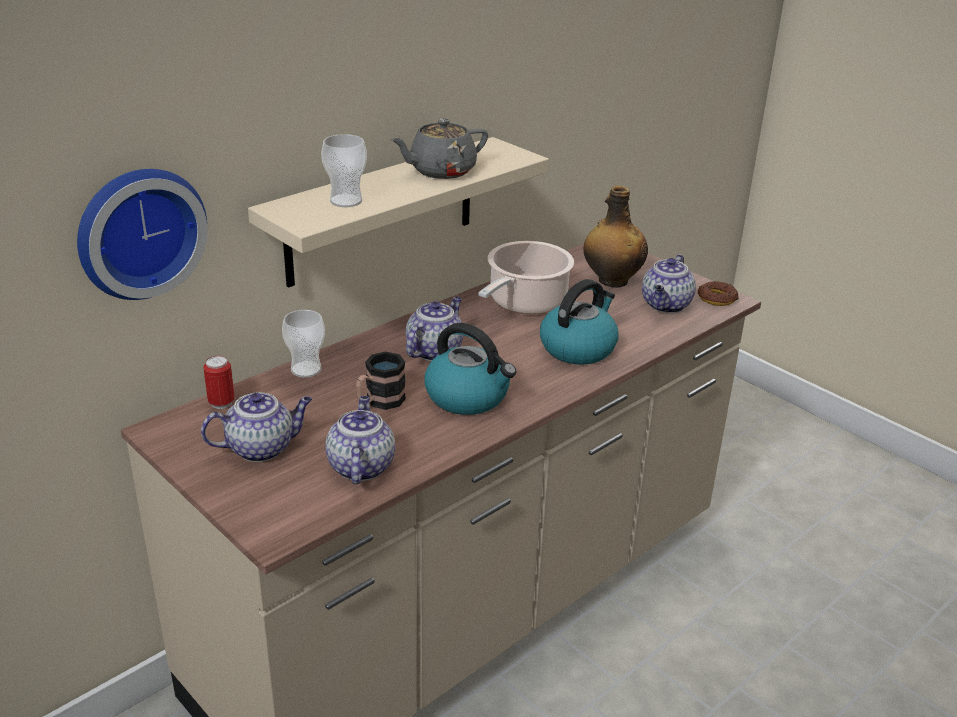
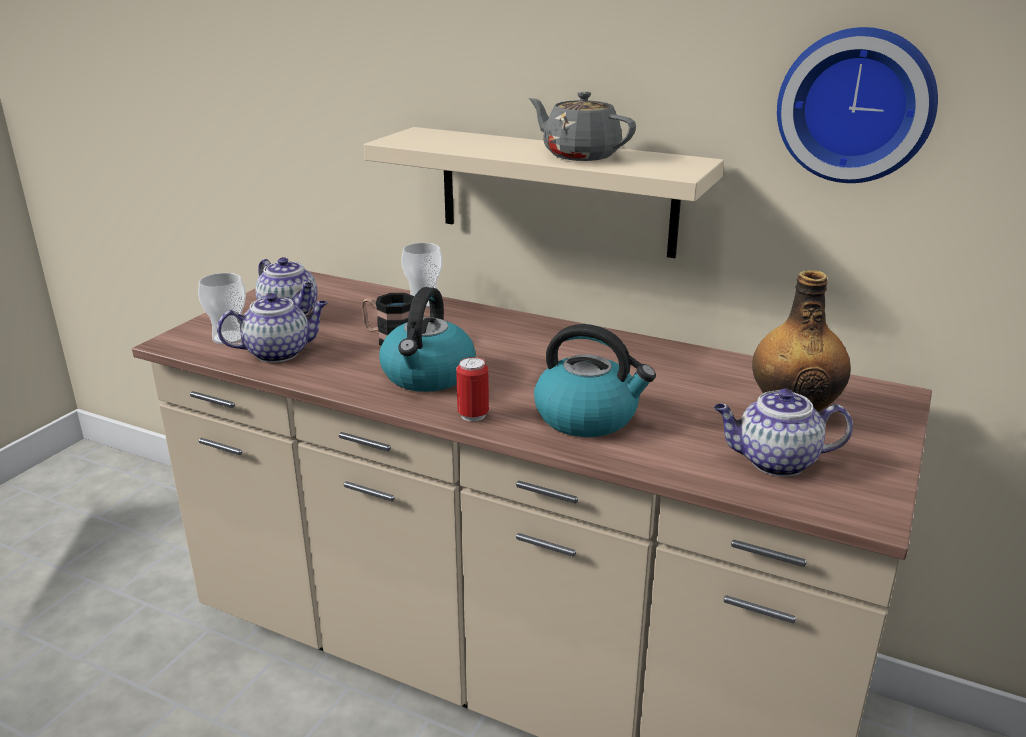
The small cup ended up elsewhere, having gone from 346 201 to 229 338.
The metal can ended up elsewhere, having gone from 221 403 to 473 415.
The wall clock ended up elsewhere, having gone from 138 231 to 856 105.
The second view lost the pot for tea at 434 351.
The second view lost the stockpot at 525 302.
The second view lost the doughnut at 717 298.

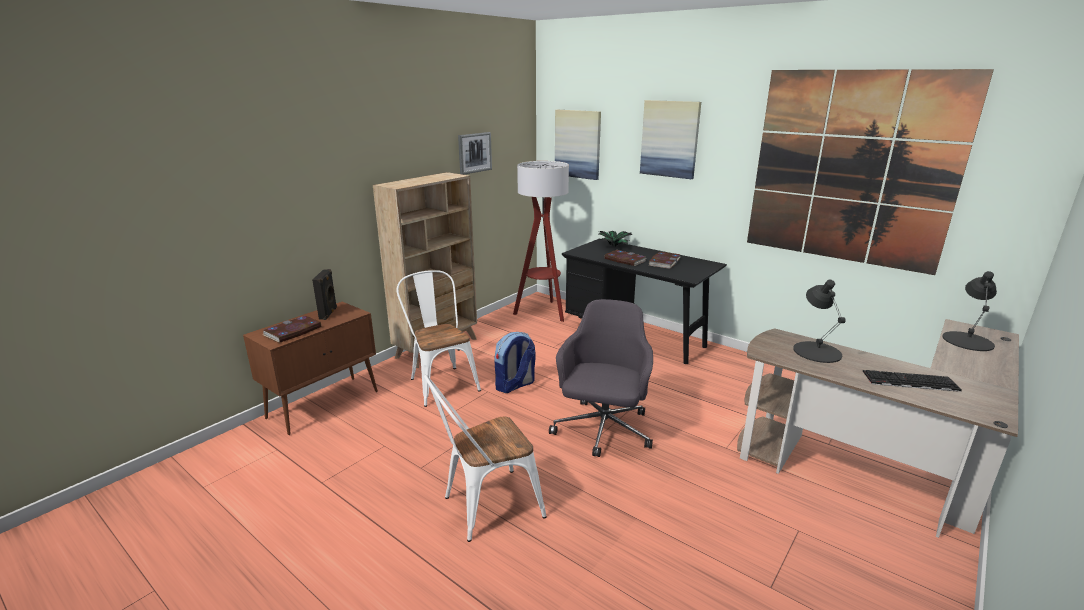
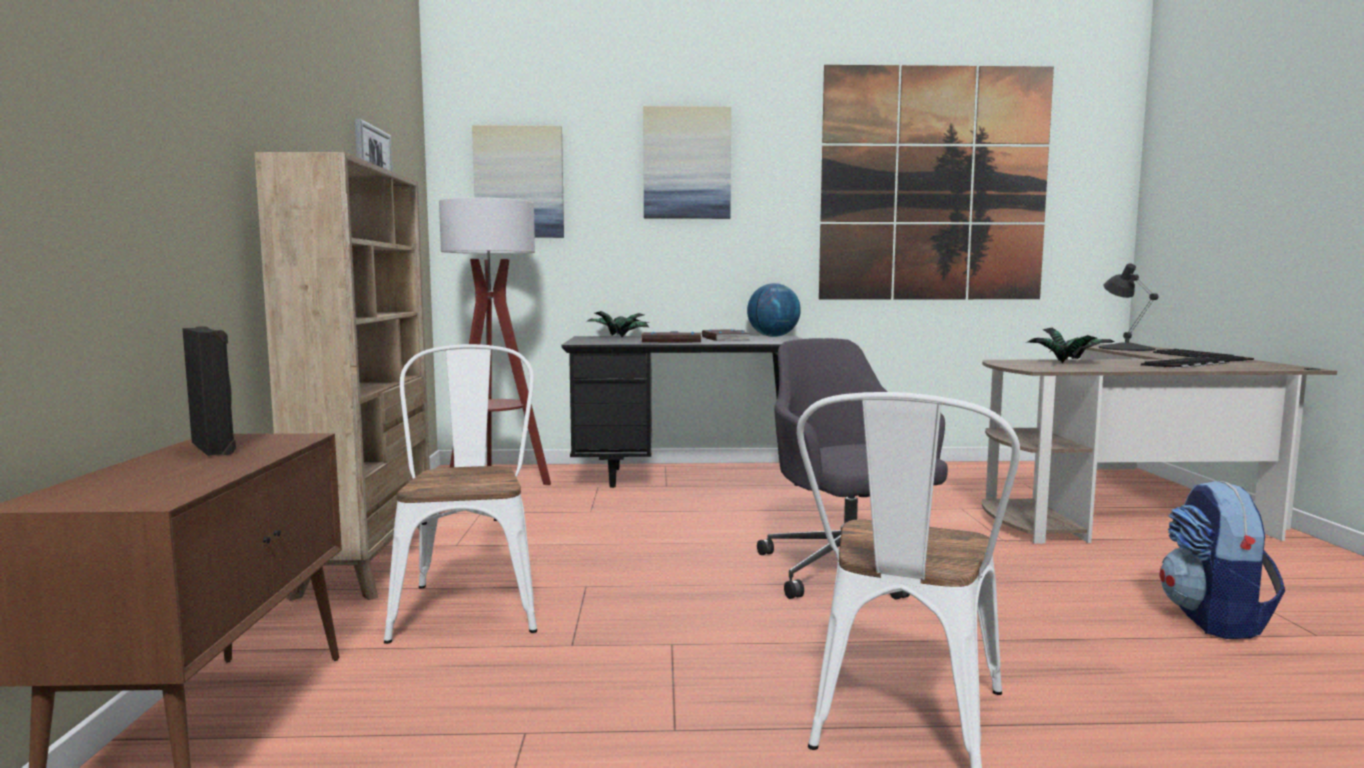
The whitish upright chair at 441 382 ended up facing another way, 60 degrees clockwise from before.
The second view gained the globe at 773 336.
Where the black-coloured lamp for a table stood at 817 351, the plant in a pot came to stand at 1069 363.
The second view gained the computer keyboard at 1202 356.
The backpack ended up elsewhere, having gone from 515 385 to 1214 620.
The second view lost the book at 293 331.

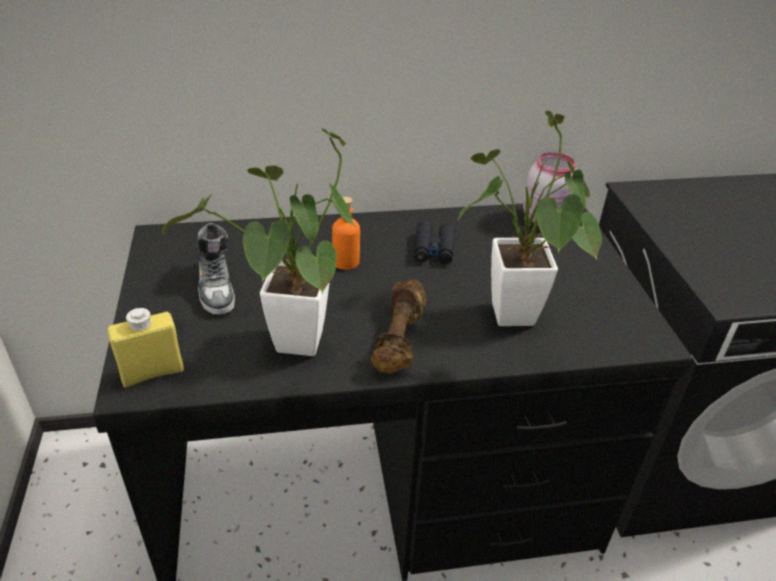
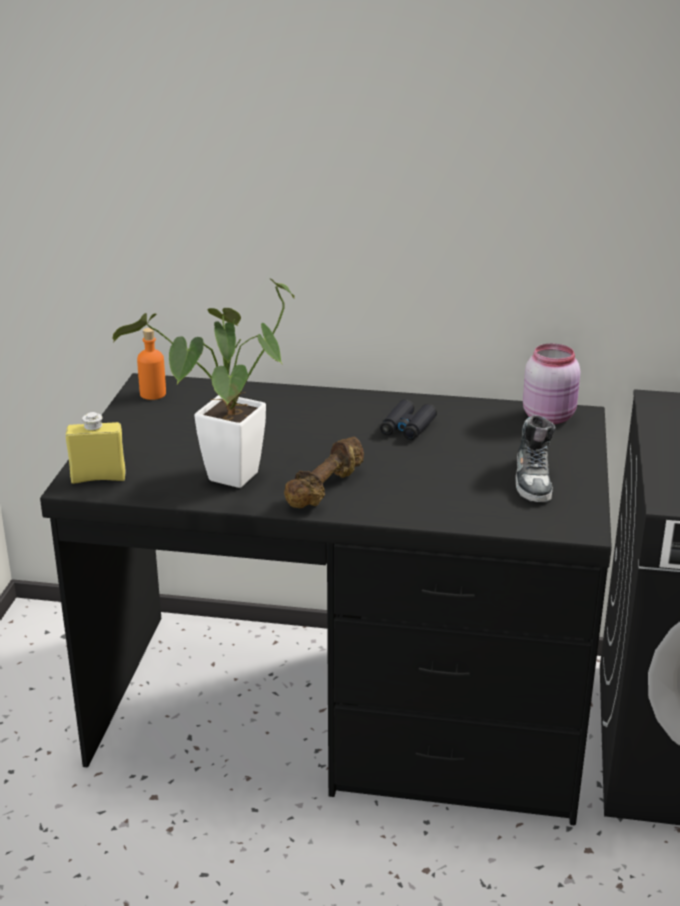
The orange beverage bottle ended up elsewhere, having gone from 346 262 to 153 394.
The low shoe ended up elsewhere, having gone from 217 287 to 533 480.
The second view lost the plant in a pot at 514 322.

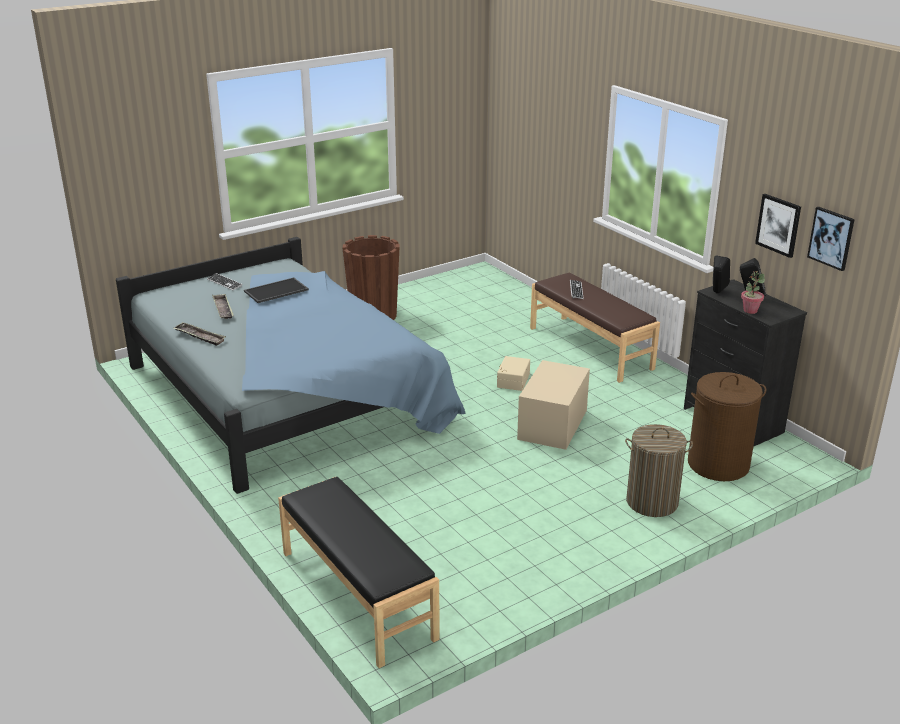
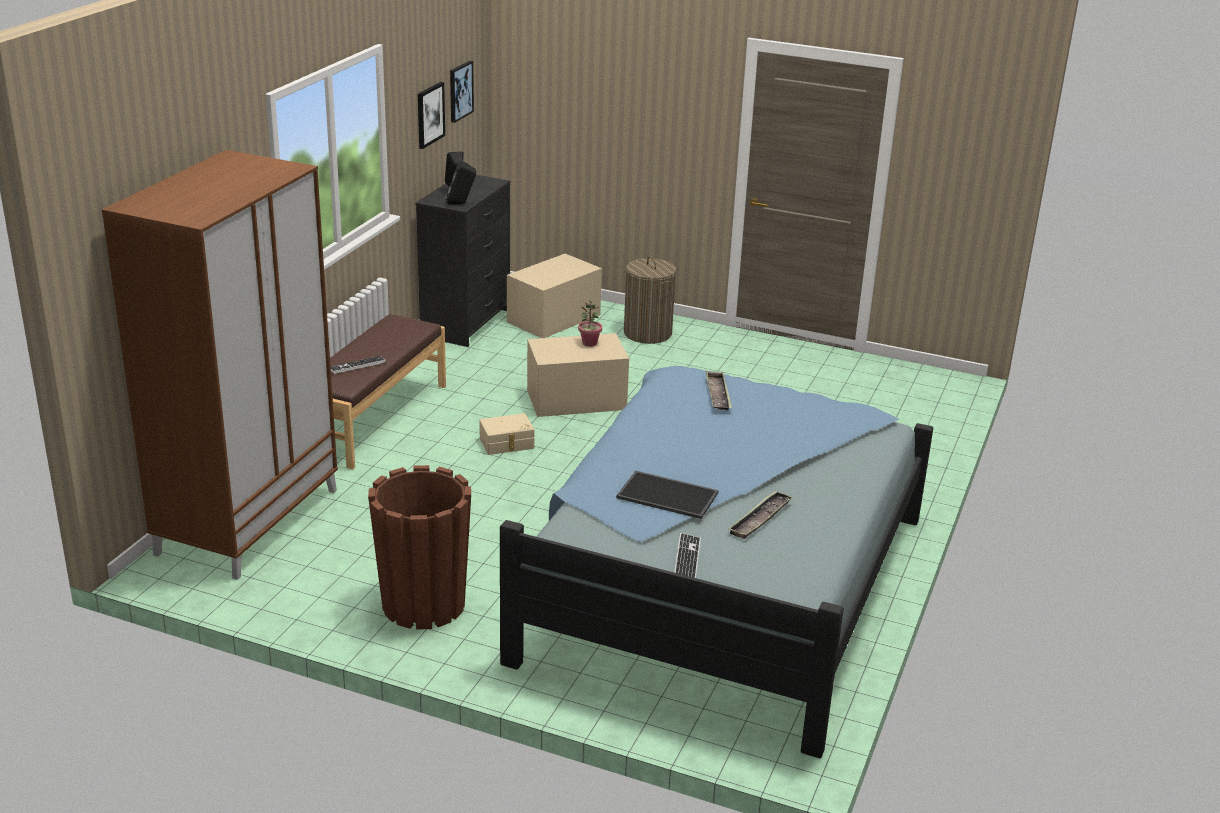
The second view gained the brown clothes cupboard at 248 521.
Where the brown laundry basket stood at 718 464, the beige storage bin came to stand at 553 318.
The plant in a pot ended up elsewhere, having gone from 750 310 to 589 343.
The carrying tray ended up elsewhere, having gone from 199 337 to 717 395.
The second view lost the black-coloured indoor bench at 356 595.

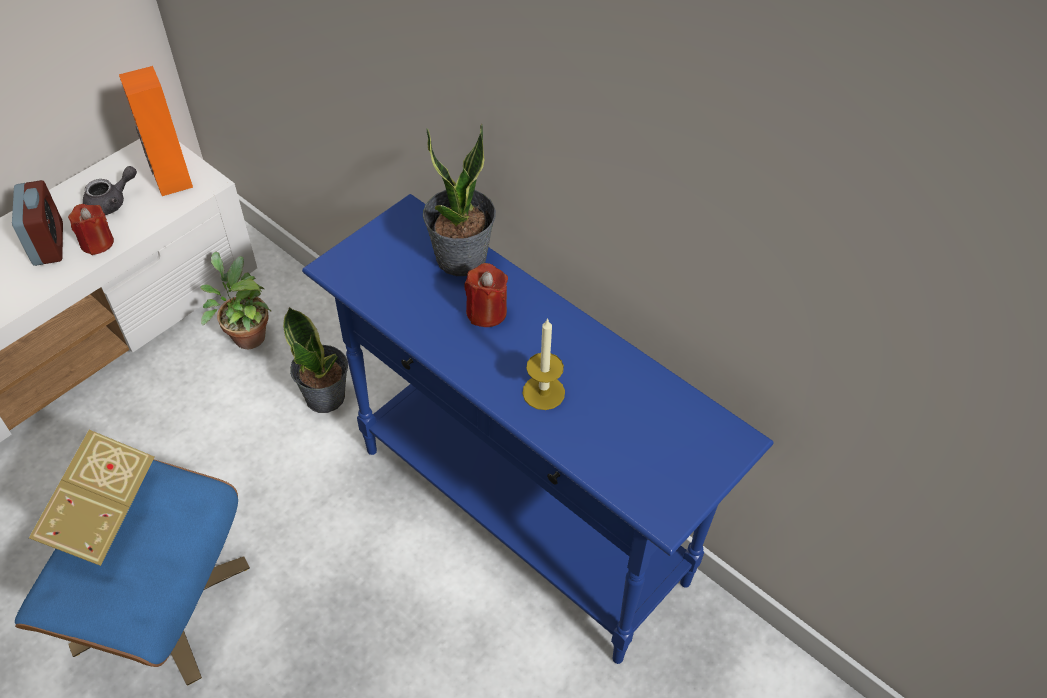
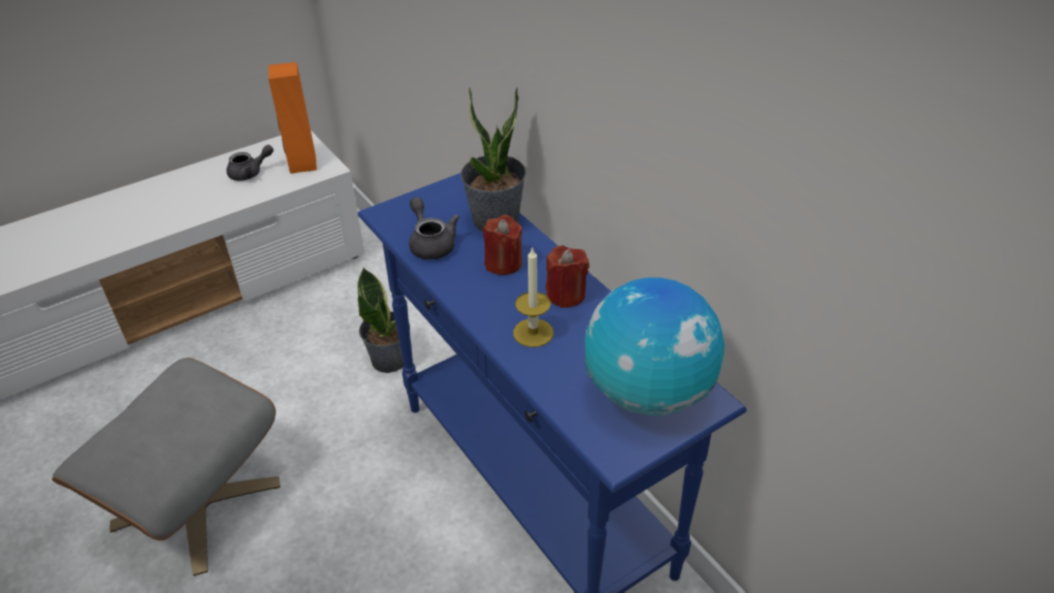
What was the blue footrest at 161 605 turned into the grey footrest at 196 504.
The second view gained the grey pot for tea at 431 243.
The red-coloured wax candle ended up elsewhere, having gone from 97 243 to 566 295.
The second view gained the globe at 648 393.
The second view lost the table clock at 48 244.
The second view lost the book at 102 514.
The second view lost the plant in a pot at 246 335.

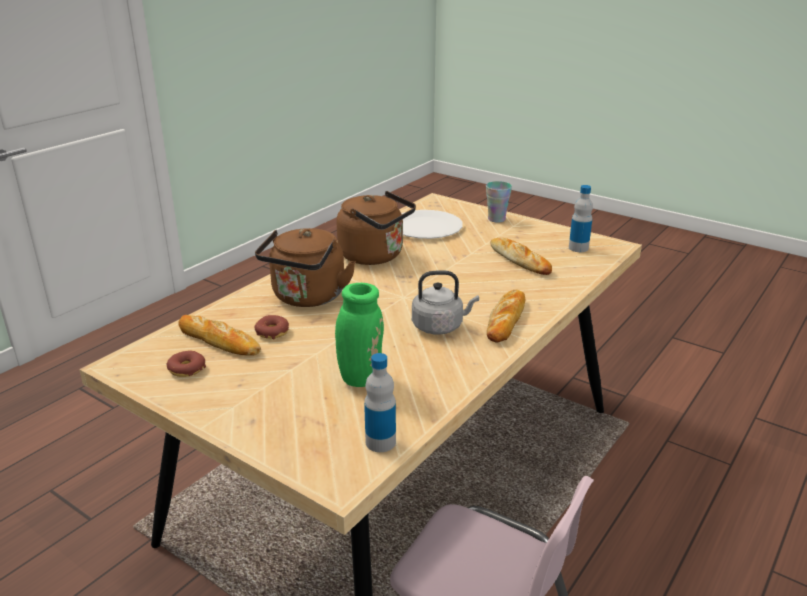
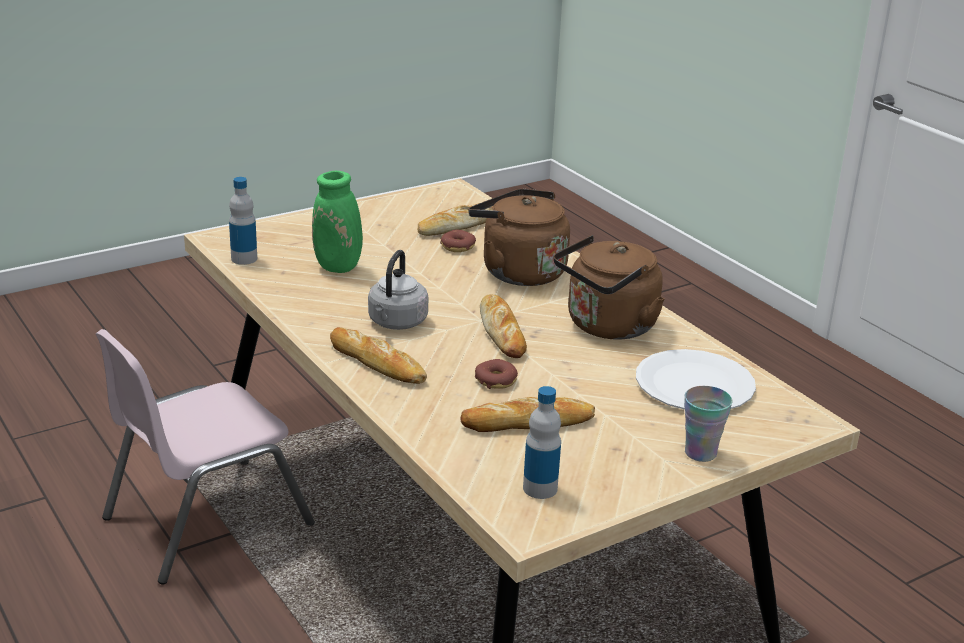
The doughnut ended up elsewhere, having gone from 186 369 to 496 380.
The second view gained the bakery bread at 502 331.

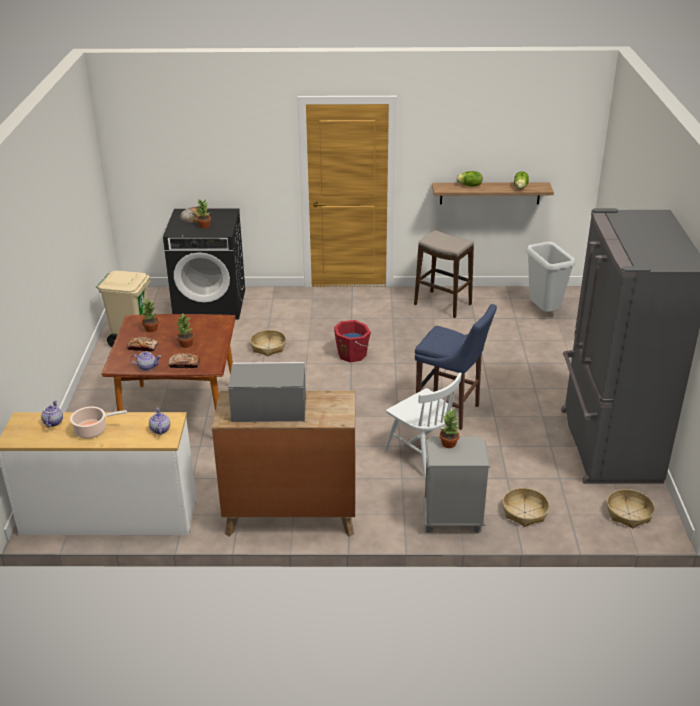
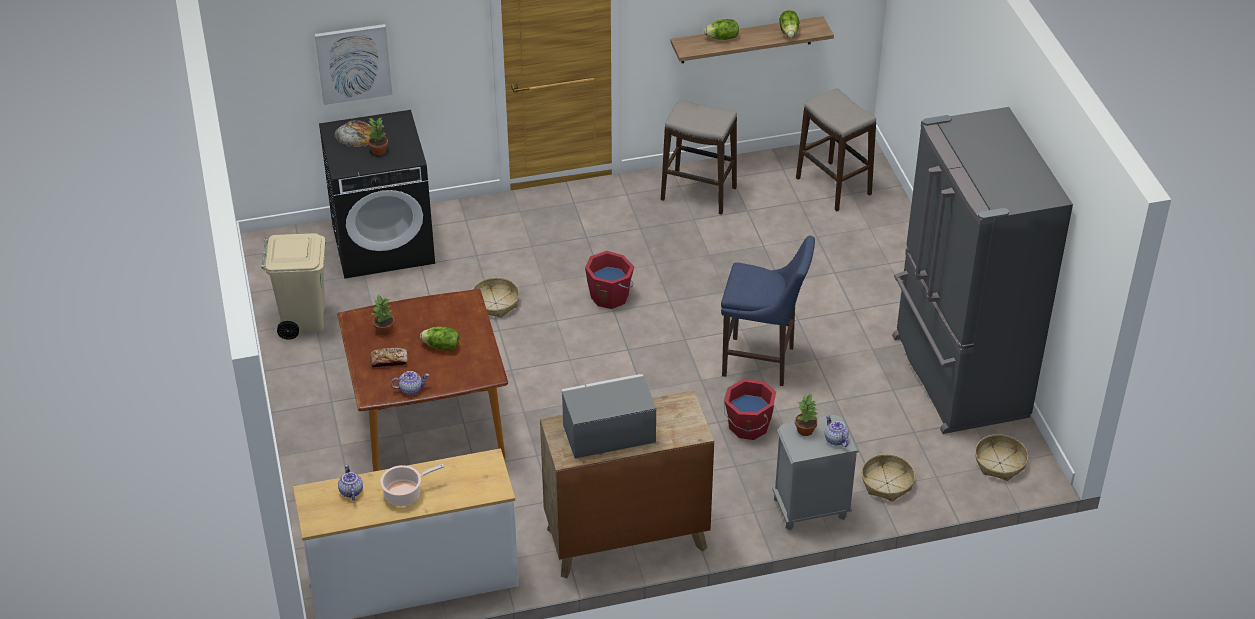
The second view gained the wall picture at 353 63.
Where the plant in a pot stood at 186 344, the lettuce head came to stand at 441 346.
Where the whitish upright chair stood at 422 452, the red-coloured water bucket came to stand at 748 426.
Where the grey rubbish bin stood at 544 312, the stool seat came to stand at 833 186.
The pot for tea ended up elsewhere, having gone from 160 429 to 835 439.
The second view lost the bakery bread at 184 364.

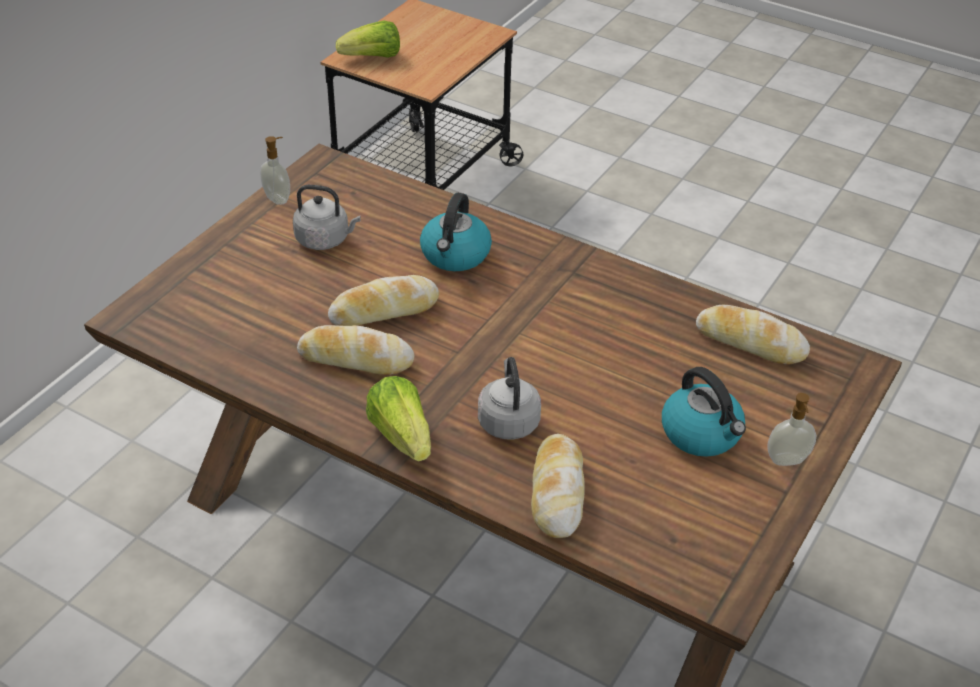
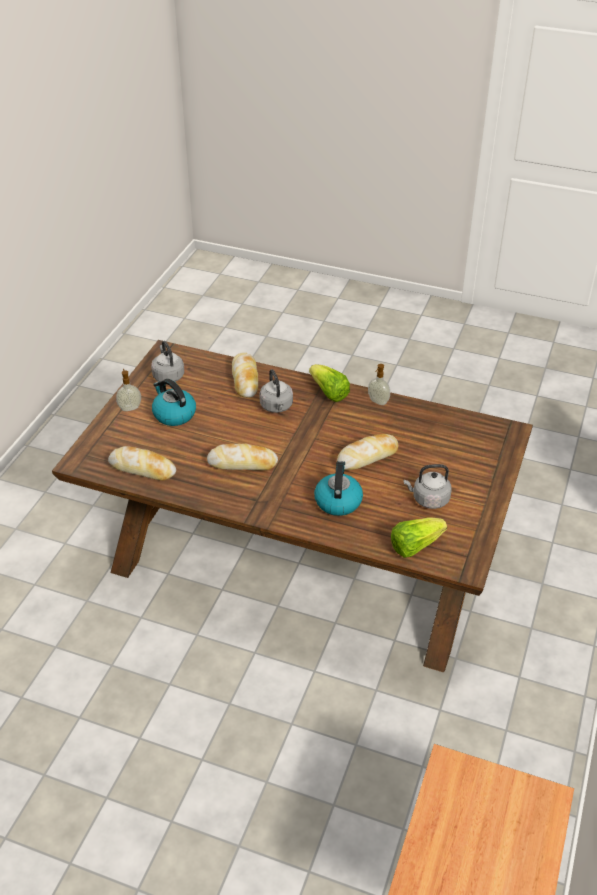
The second view gained the grey water kettle at 168 375.
The bakery bread ended up elsewhere, having gone from 355 358 to 242 463.
The liquid soap bottle ended up elsewhere, having gone from 278 198 to 377 402.
The lettuce head ended up elsewhere, having gone from 372 57 to 415 546.

